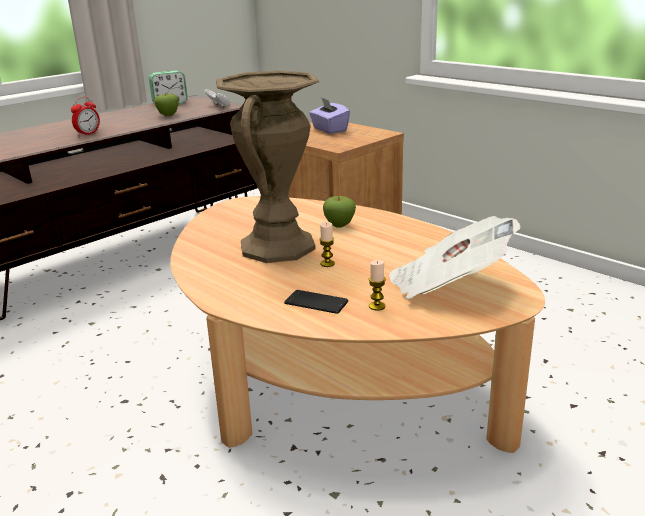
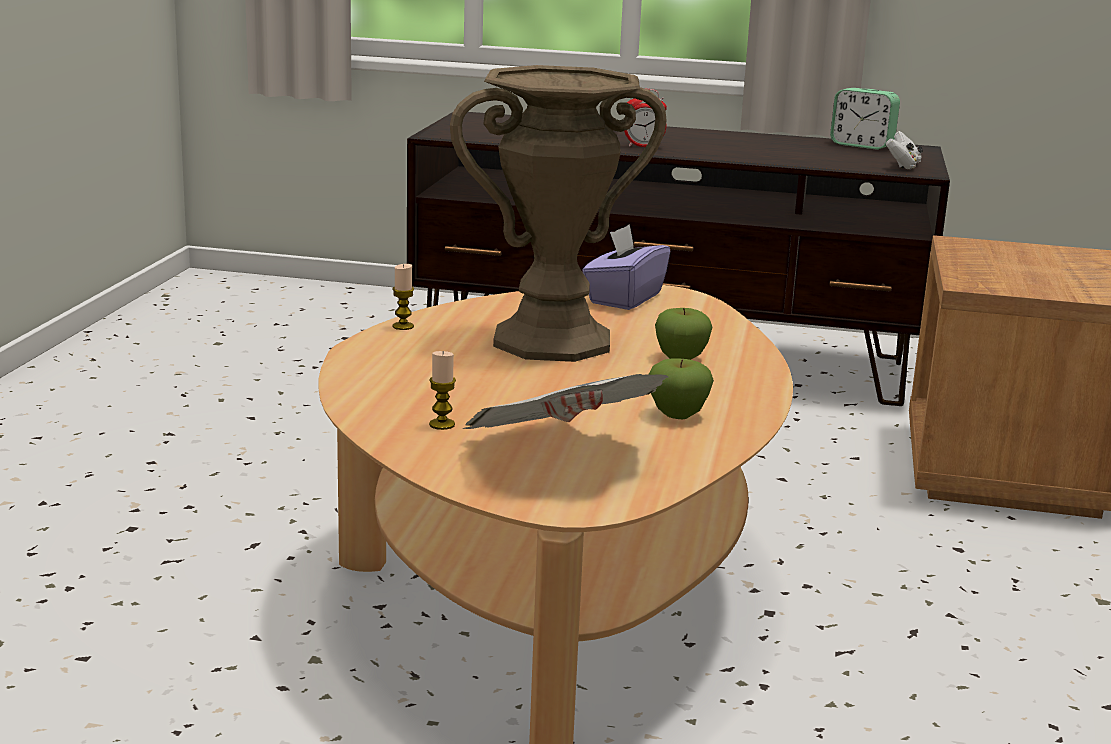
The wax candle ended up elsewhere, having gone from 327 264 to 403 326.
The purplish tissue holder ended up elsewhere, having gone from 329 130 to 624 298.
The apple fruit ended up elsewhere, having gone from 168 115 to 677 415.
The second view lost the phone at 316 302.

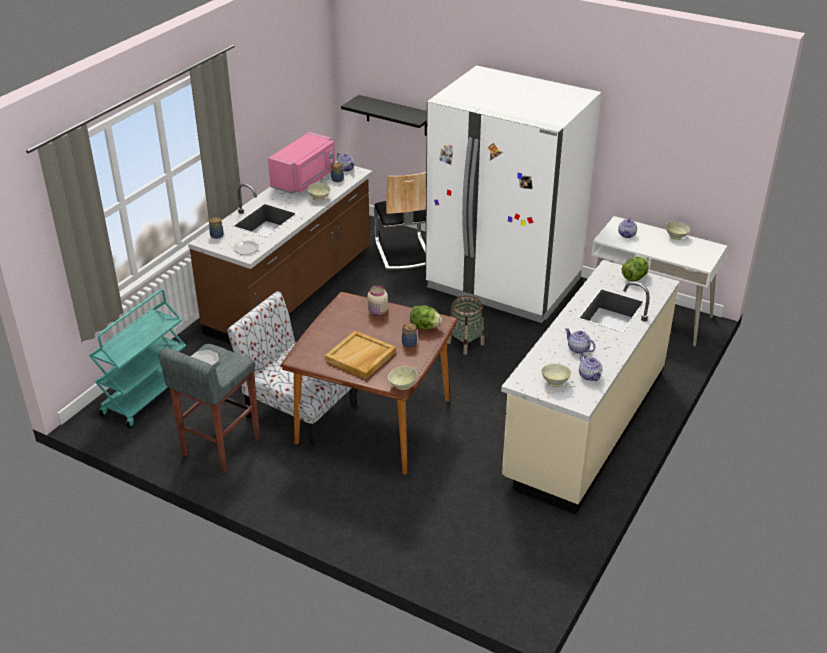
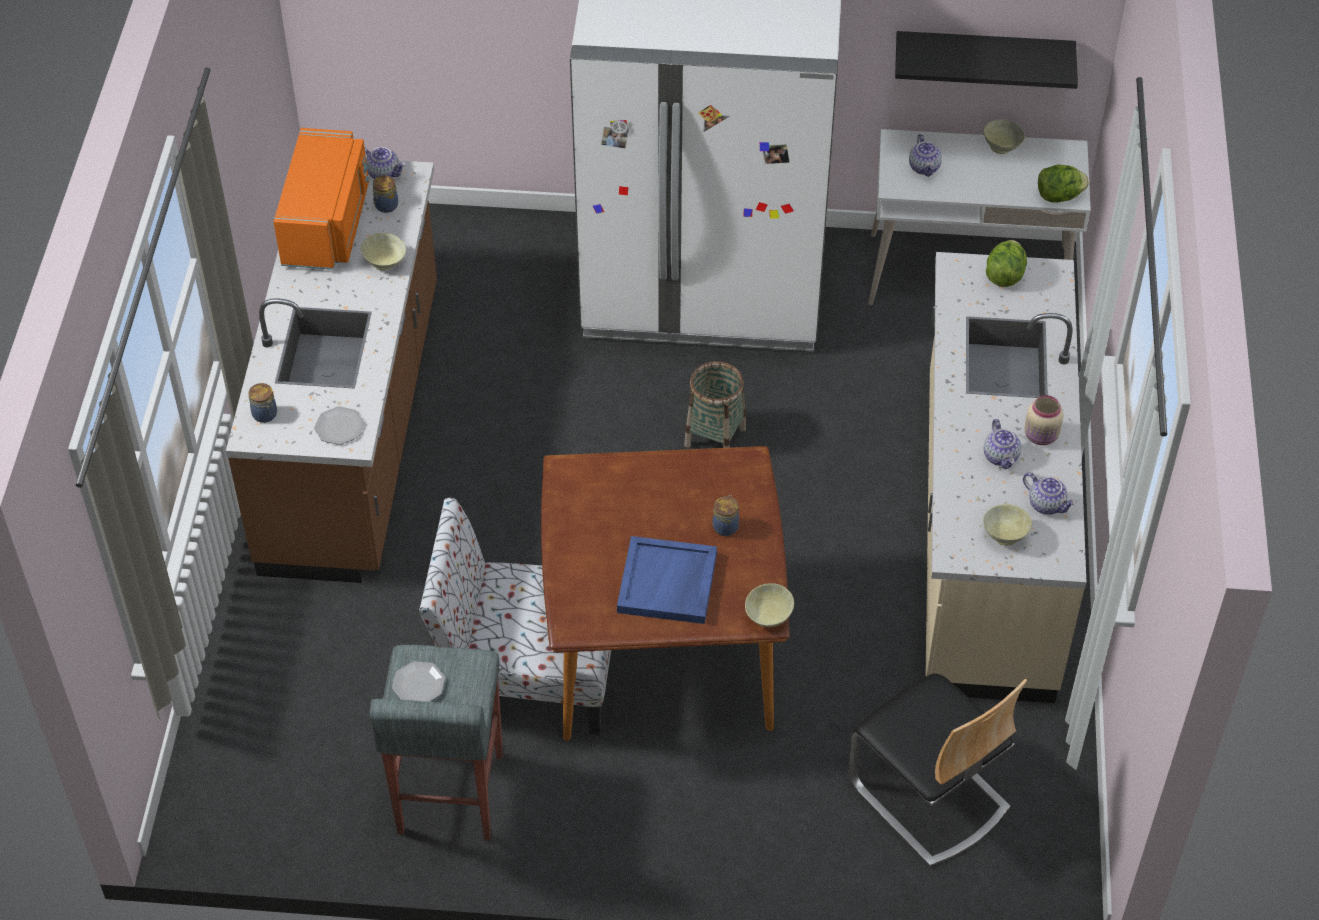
What was the pink-coloured kitchen microwave at 305 179 turned into the orange kitchen microwave at 328 224.
What was the beige carrying tray at 360 357 turned into the blue carrying tray at 668 584.
The upright chair ended up elsewhere, having gone from 403 252 to 928 796.
The black-coloured bracket shelf ended up elsewhere, having gone from 396 115 to 983 55.
The pot for tea at 578 349 ended up facing another way, 120 degrees counterclockwise from before.
The beige preserve jar ended up elsewhere, having gone from 378 312 to 1041 436.
The lettuce head ended up elsewhere, having gone from 424 327 to 1059 196.
The second view lost the turquoise-coloured cart at 147 395.

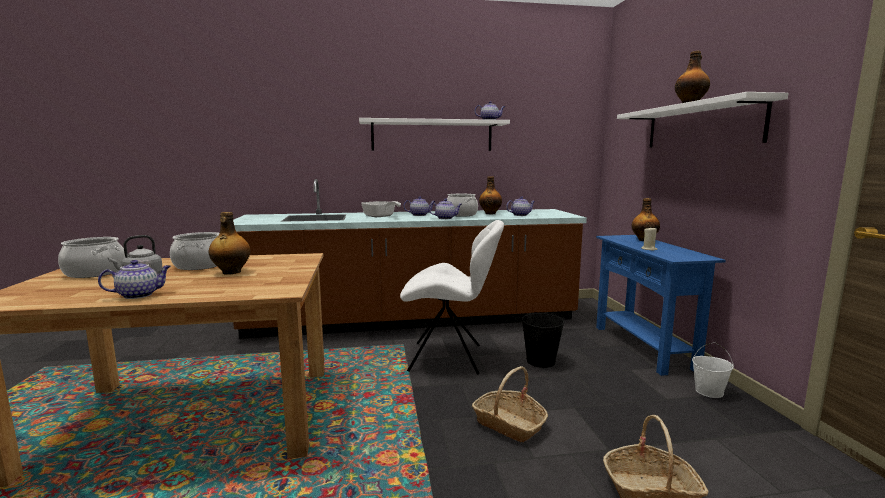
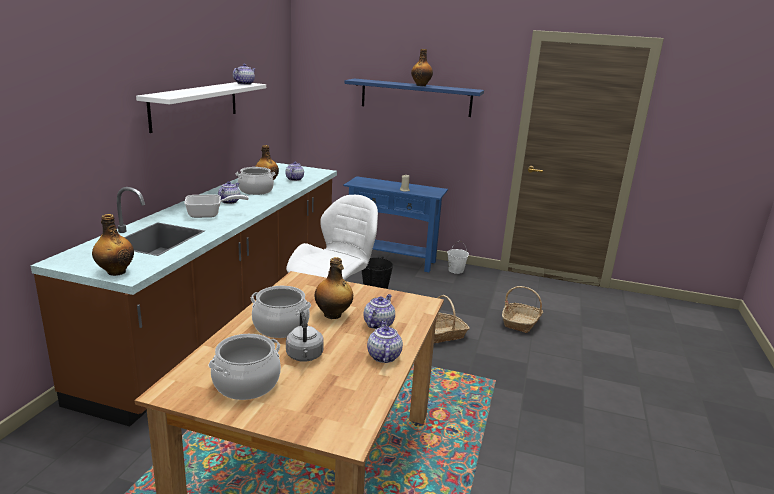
The beverage bottle ended up elsewhere, having gone from 644 240 to 116 272.
What was the whitish bracket shelf at 700 126 turned into the blue bracket shelf at 416 97.
The pot for tea ended up elsewhere, having gone from 445 218 to 378 324.

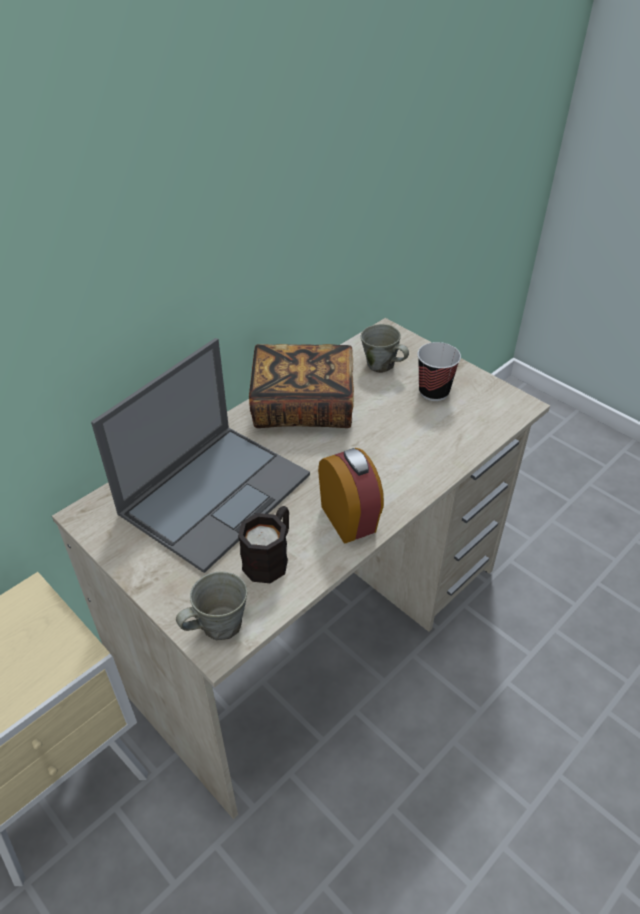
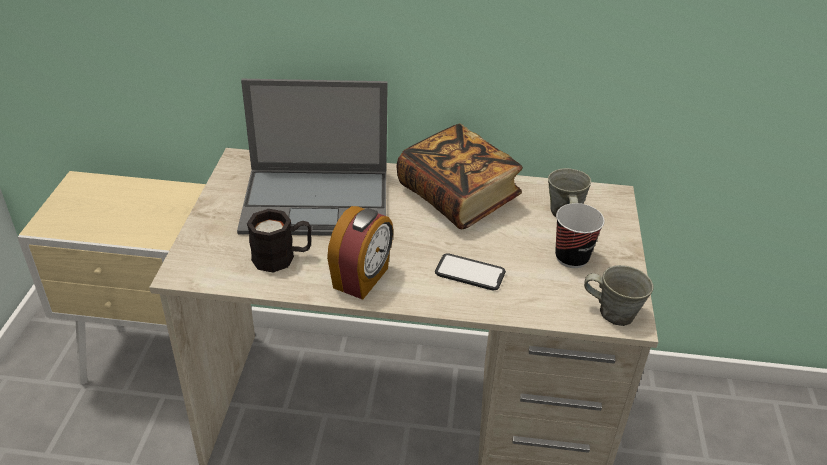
The second view gained the phone at 470 273.
The grey tea mug ended up elsewhere, having gone from 218 625 to 614 313.

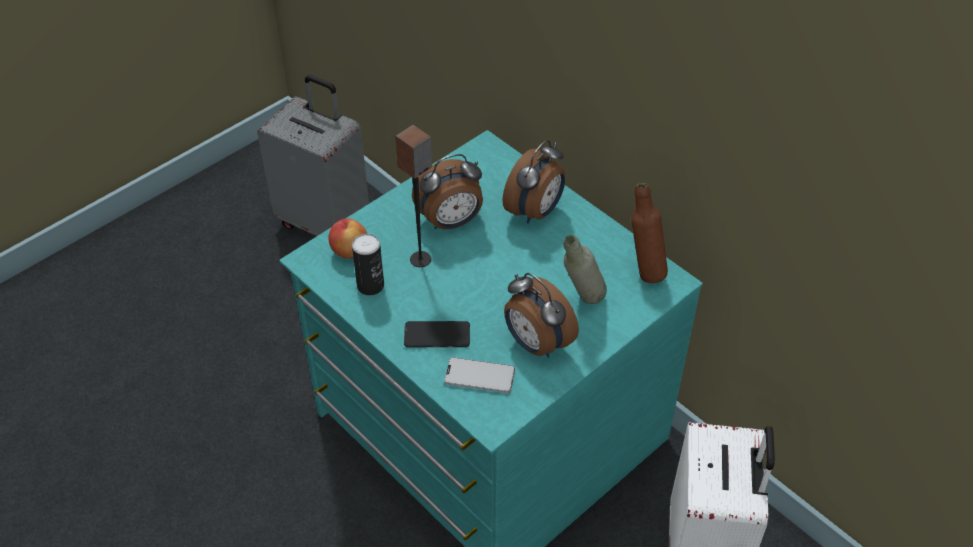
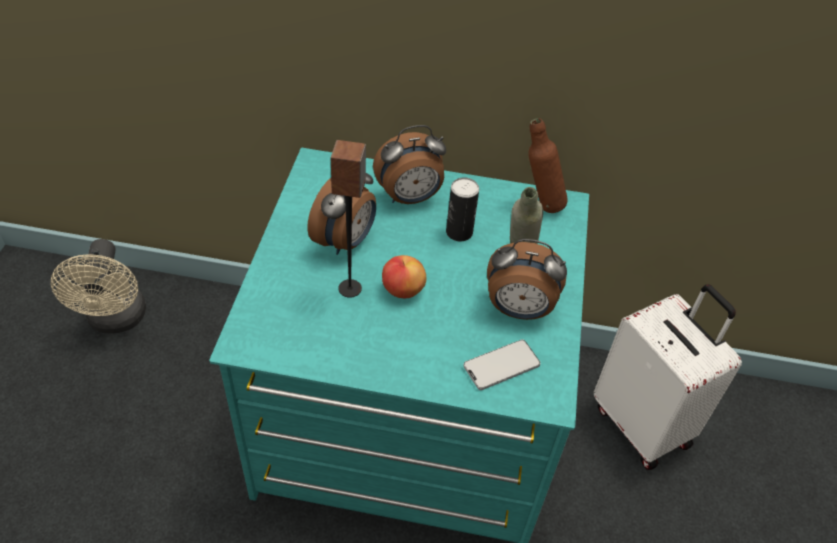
Where the grey travel case stood at 325 222, the beige fan came to stand at 116 320.
The table clock at 535 212 ended up facing another way, 75 degrees clockwise from before.
The apple fruit ended up elsewhere, having gone from 349 251 to 402 290.
The metal can ended up elsewhere, having gone from 370 285 to 459 232.
The second view lost the phone at 437 335.

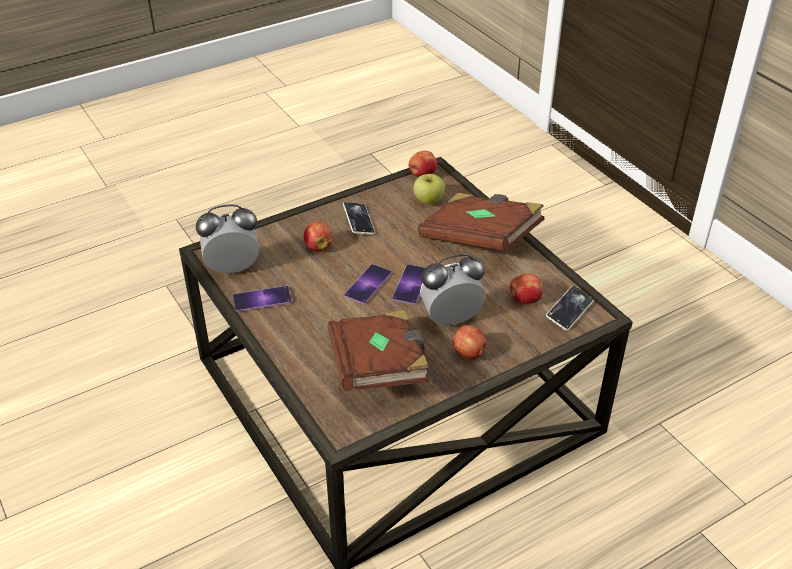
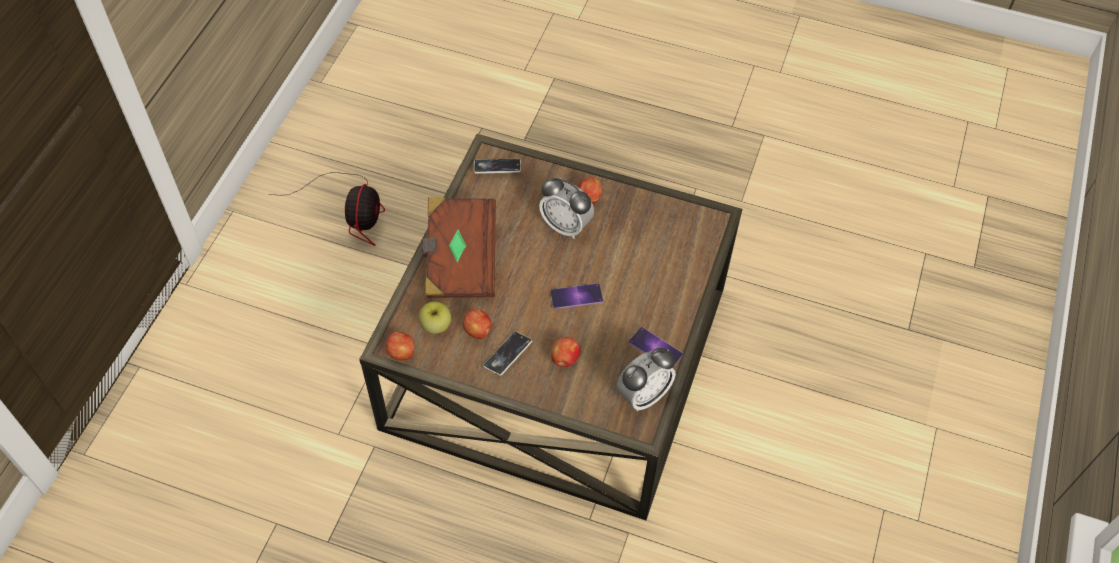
The second view gained the fan at 352 212.
The apple fruit ended up elsewhere, having gone from 524 299 to 478 331.
The table clock at 233 268 ended up facing another way, 75 degrees counterclockwise from before.
The second view lost the brown book at 379 368.
The second view lost the phone at 411 284.

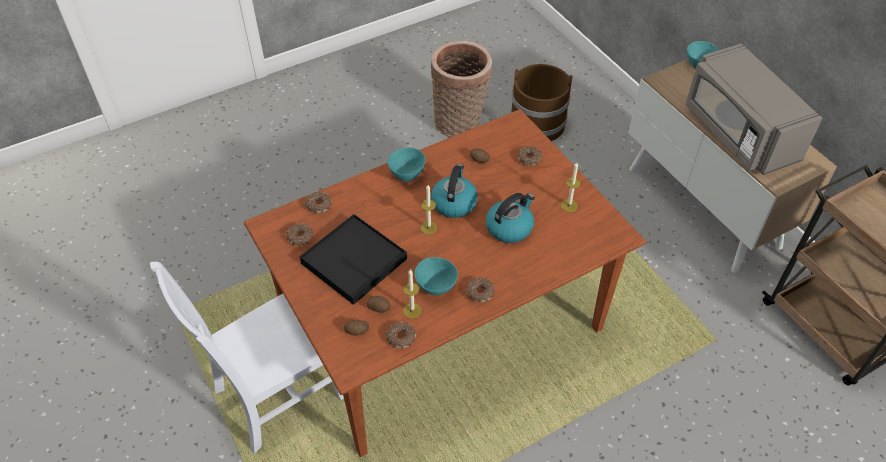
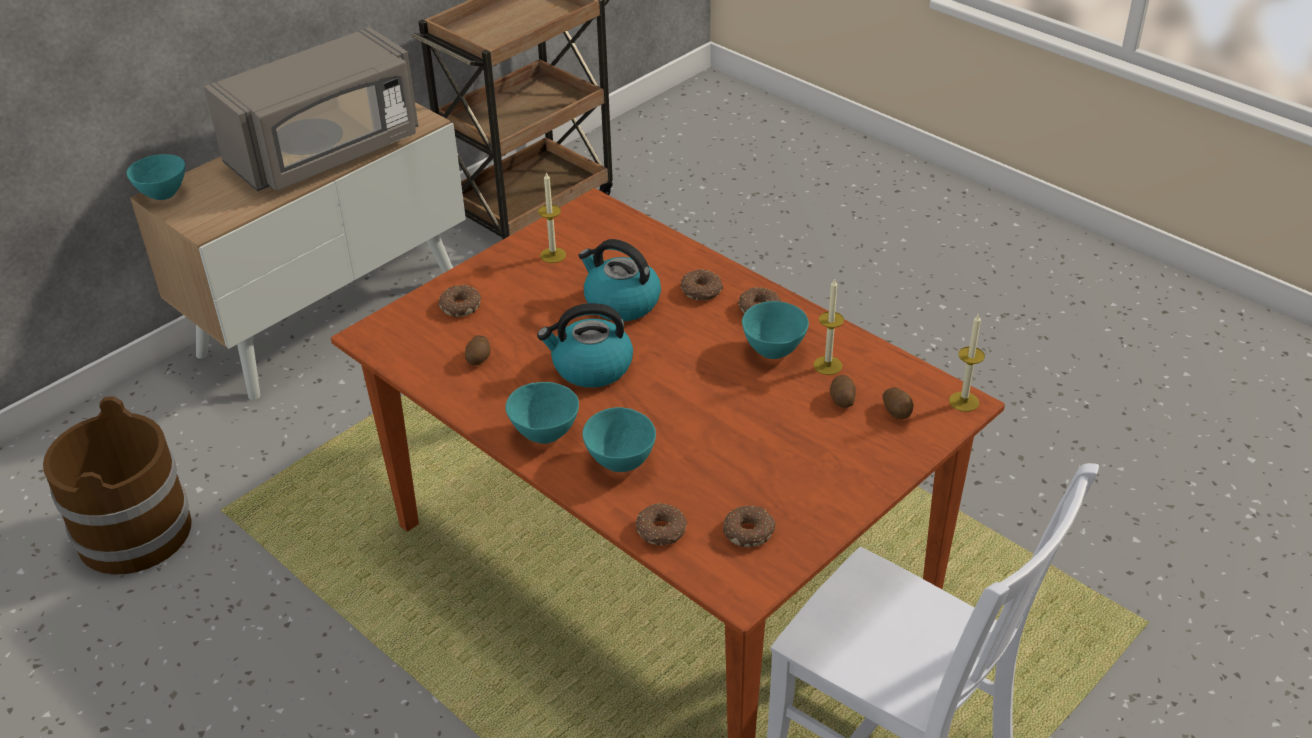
The second view gained the turquoise-coloured bowl at 619 462.
The doughnut ended up elsewhere, having gone from 400 337 to 701 291.
The wax candle ended up elsewhere, having gone from 428 227 to 964 401.
The second view lost the black-coloured carrying tray at 354 261.
The second view lost the basket at 460 123.

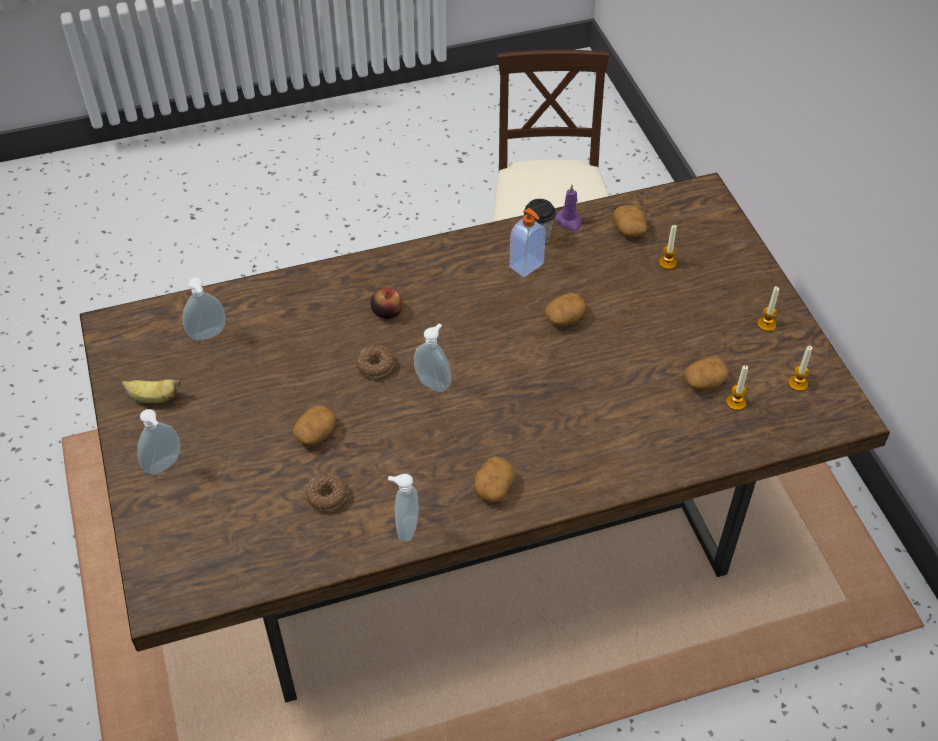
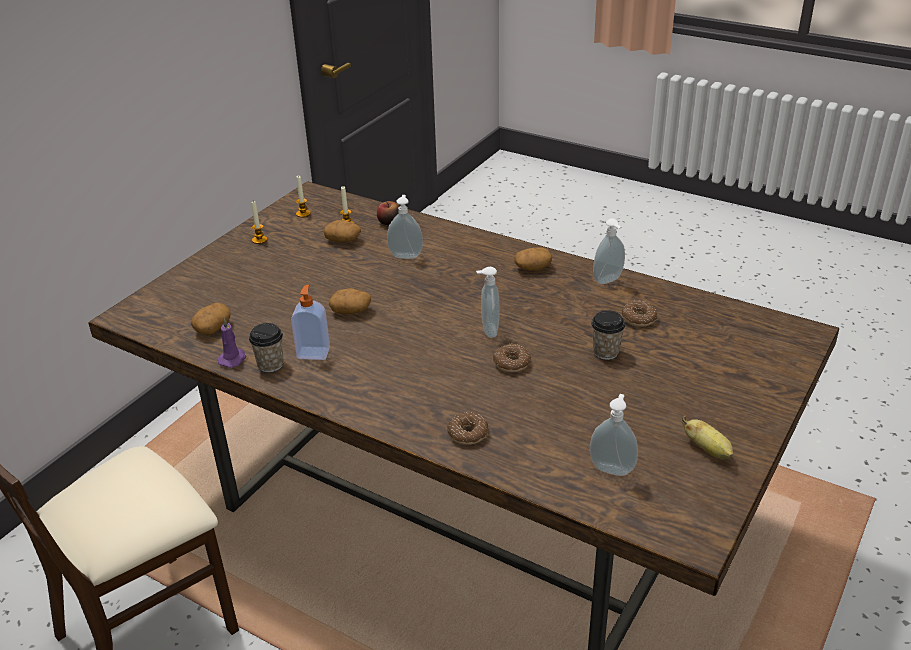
The apple fruit ended up elsewhere, having gone from 387 311 to 389 222.
The liquid soap bottle ended up elsewhere, having gone from 165 466 to 406 255.
The second view gained the doughnut at 468 434.
Where the whole potato stood at 315 434, the small cup came to stand at 606 352.
The second view lost the wax candle at 667 263.

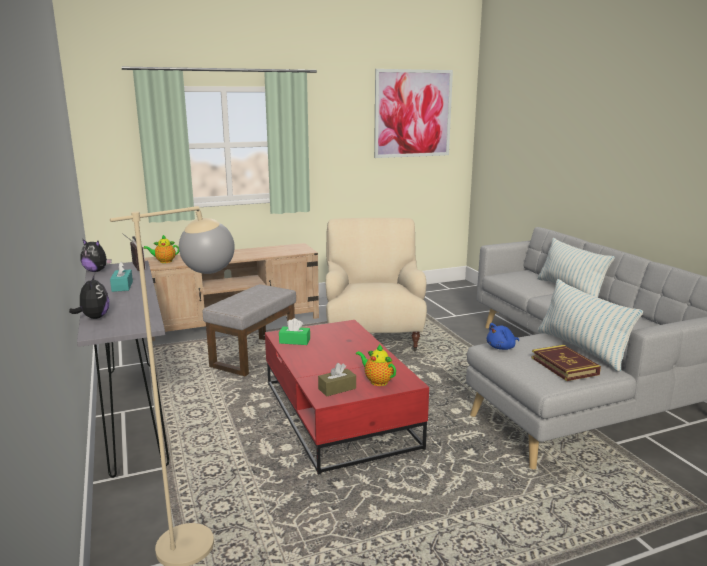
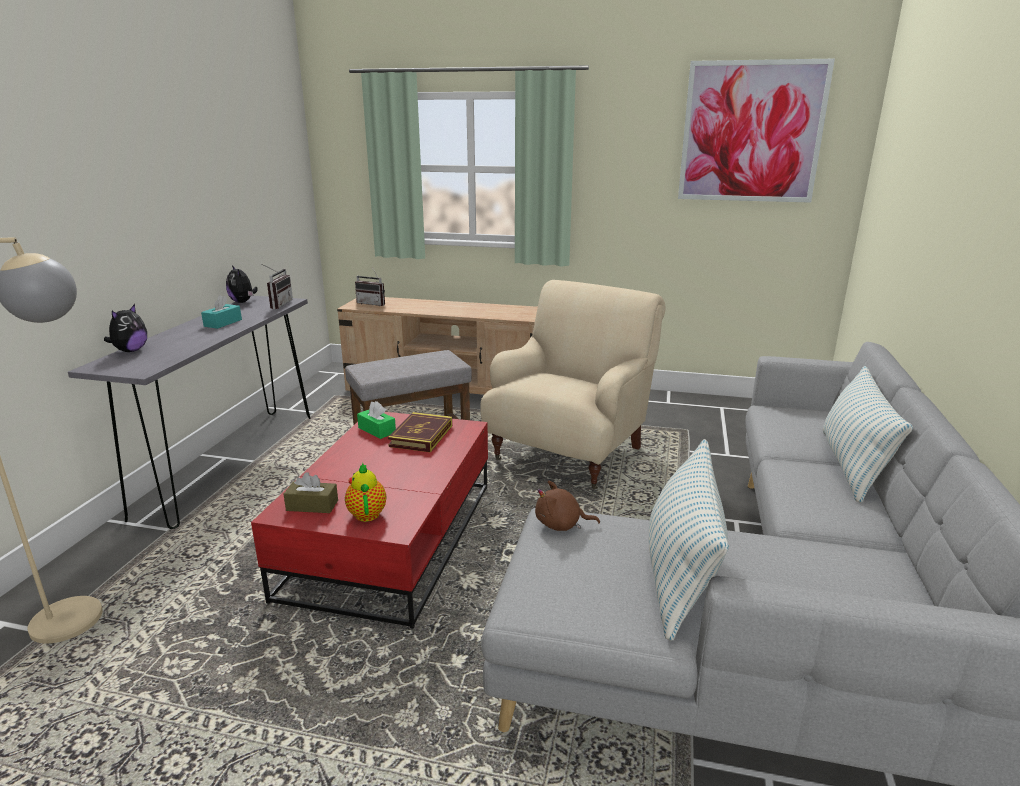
Where the pot for tea stood at 164 261, the radio set came to stand at 373 303.
The book ended up elsewhere, having gone from 564 366 to 421 436.
What was the blue soft toy at 502 347 turned into the brown soft toy at 561 525.

